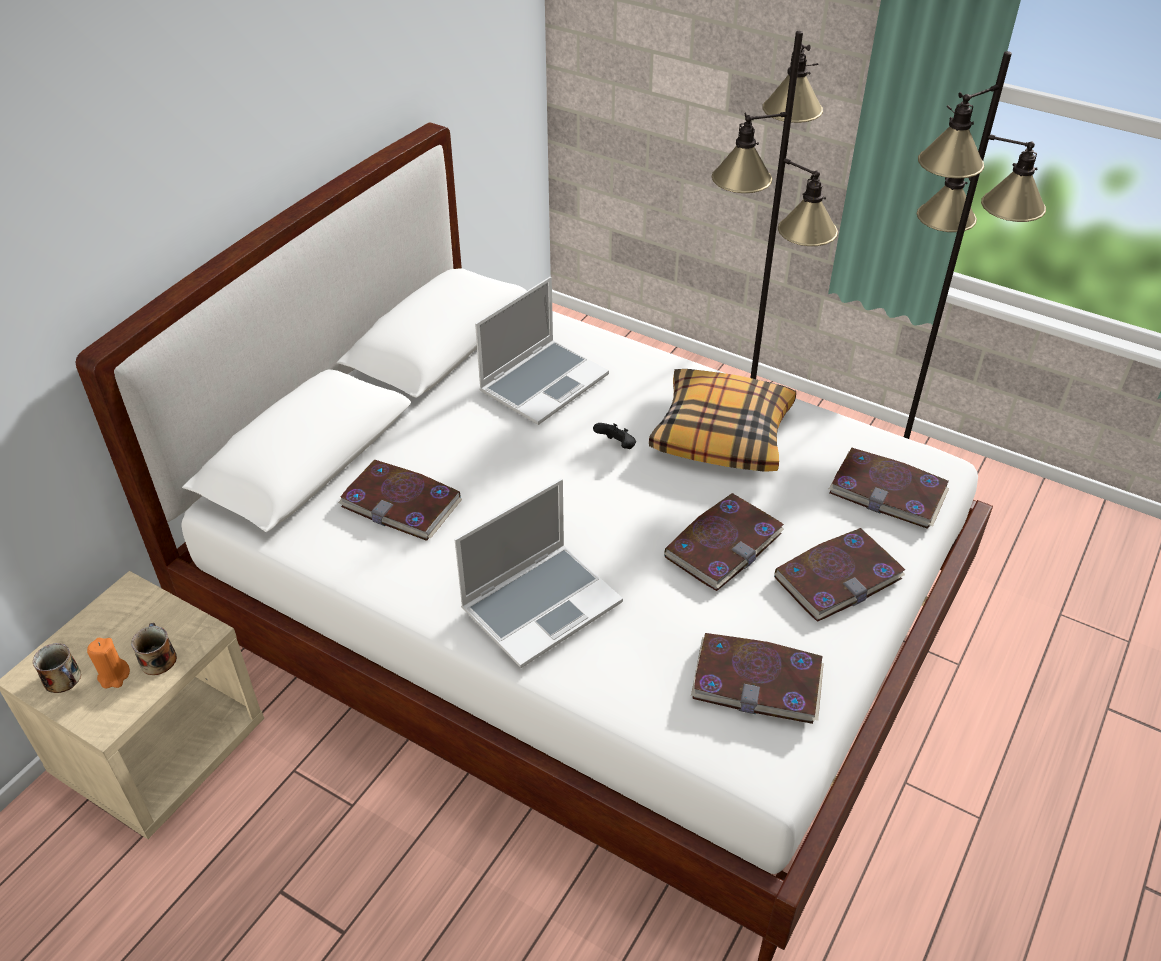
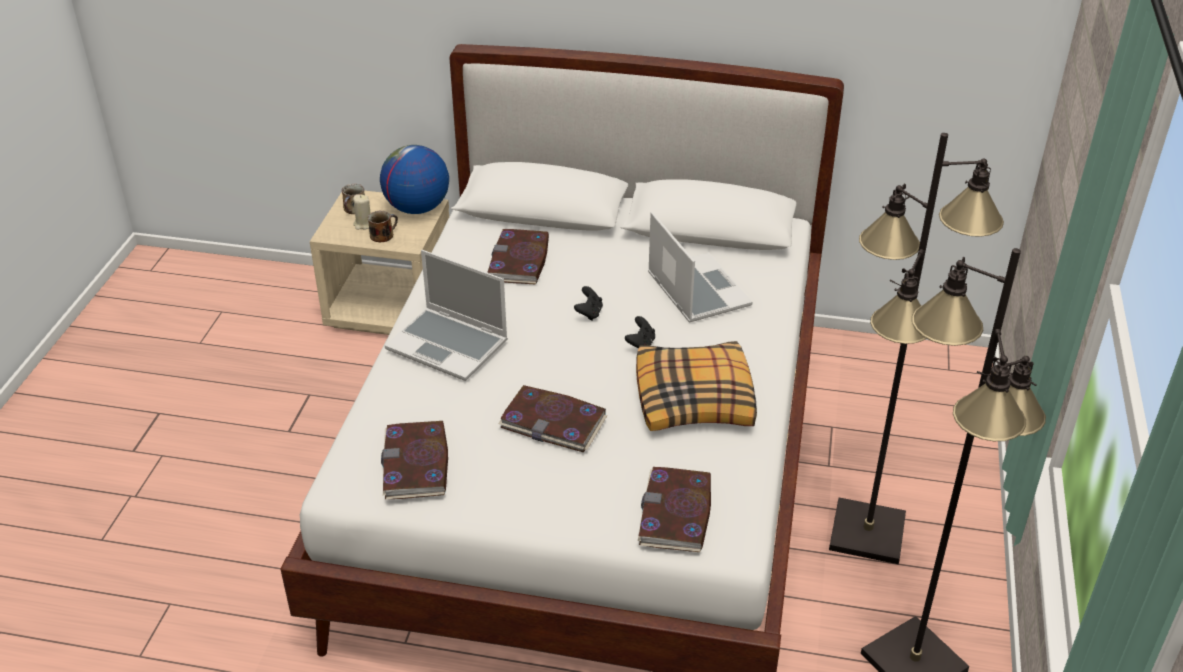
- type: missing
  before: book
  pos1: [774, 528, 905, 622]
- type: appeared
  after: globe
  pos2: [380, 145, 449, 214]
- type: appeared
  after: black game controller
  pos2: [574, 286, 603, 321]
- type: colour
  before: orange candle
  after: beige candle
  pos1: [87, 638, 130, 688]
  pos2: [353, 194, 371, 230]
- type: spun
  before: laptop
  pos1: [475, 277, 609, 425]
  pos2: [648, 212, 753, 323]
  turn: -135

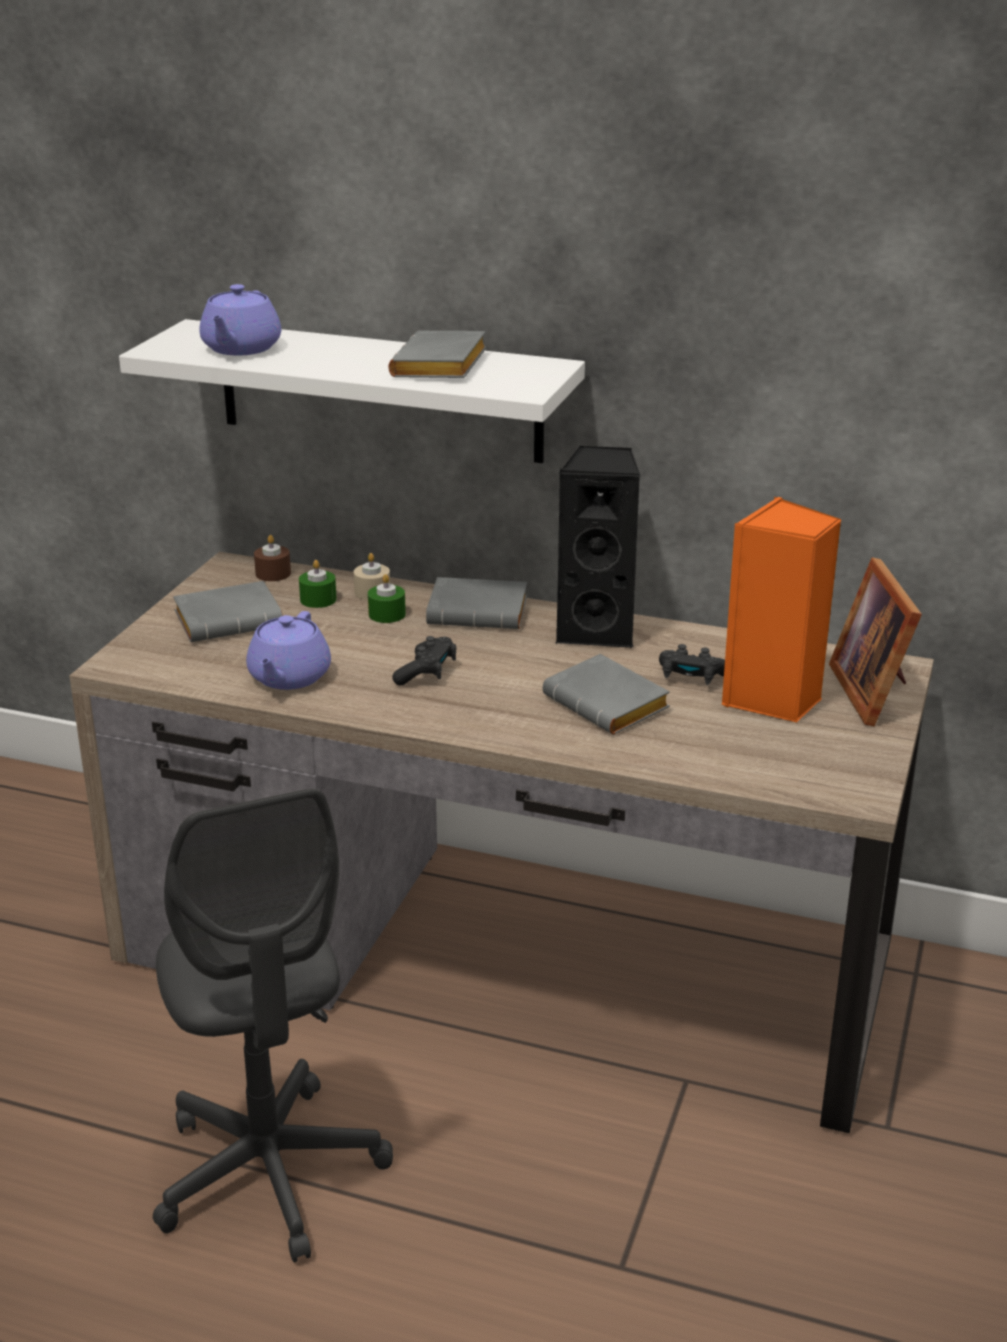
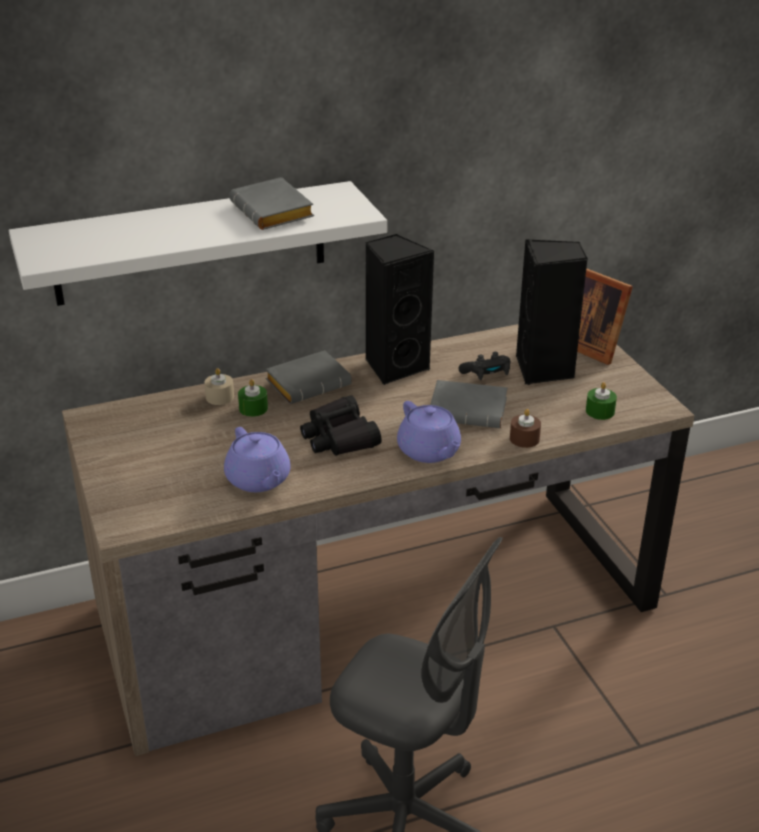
- type: missing
  before: grey book
  pos1: [173, 581, 283, 642]
- type: relocated
  before: purple teapot
  pos1: [199, 284, 281, 355]
  pos2: [397, 401, 461, 463]
- type: relocated
  before: brown candle
  pos1: [254, 535, 291, 581]
  pos2: [510, 409, 541, 448]
- type: relocated
  before: green candle
  pos1: [299, 560, 337, 608]
  pos2: [586, 382, 617, 420]
- type: exchanged
  before: black game controller
  after: black binoculars
  pos1: [393, 636, 457, 686]
  pos2: [300, 396, 381, 456]
- type: colour
  before: orange speaker
  after: black speaker
  pos1: [721, 497, 841, 722]
  pos2: [516, 239, 588, 385]

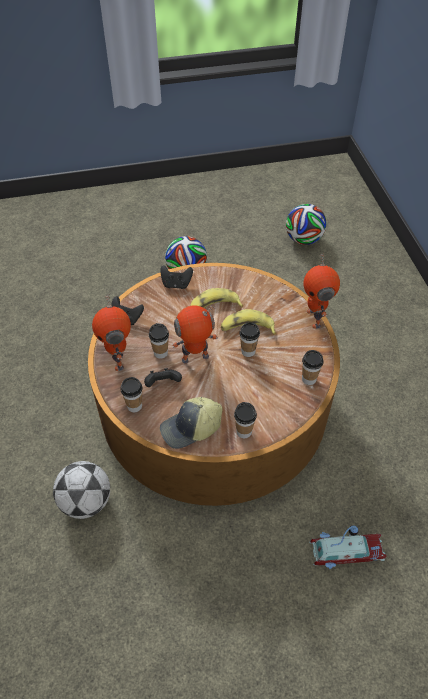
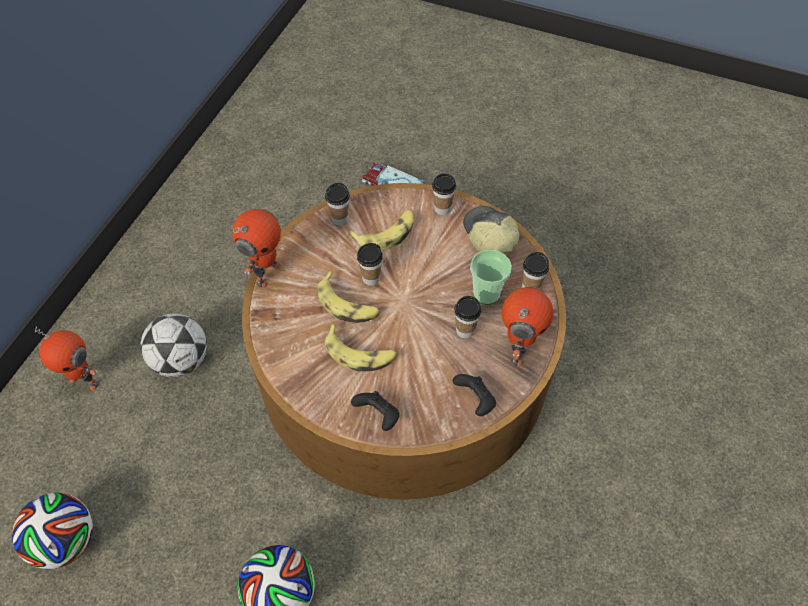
- type: appeared
  after: banana
  pos2: [349, 210, 414, 250]
- type: relocated
  before: football
  pos1: [53, 461, 110, 519]
  pos2: [140, 313, 207, 377]
- type: relocated
  before: toy robot
  pos1: [172, 305, 218, 364]
  pos2: [35, 326, 99, 390]
- type: exchanged
  before: black game controller
  after: cup
  pos1: [144, 368, 182, 387]
  pos2: [470, 250, 512, 305]
- type: spun
  before: cap
  pos1: [160, 397, 223, 449]
  pos2: [463, 206, 519, 256]
  turn: -120

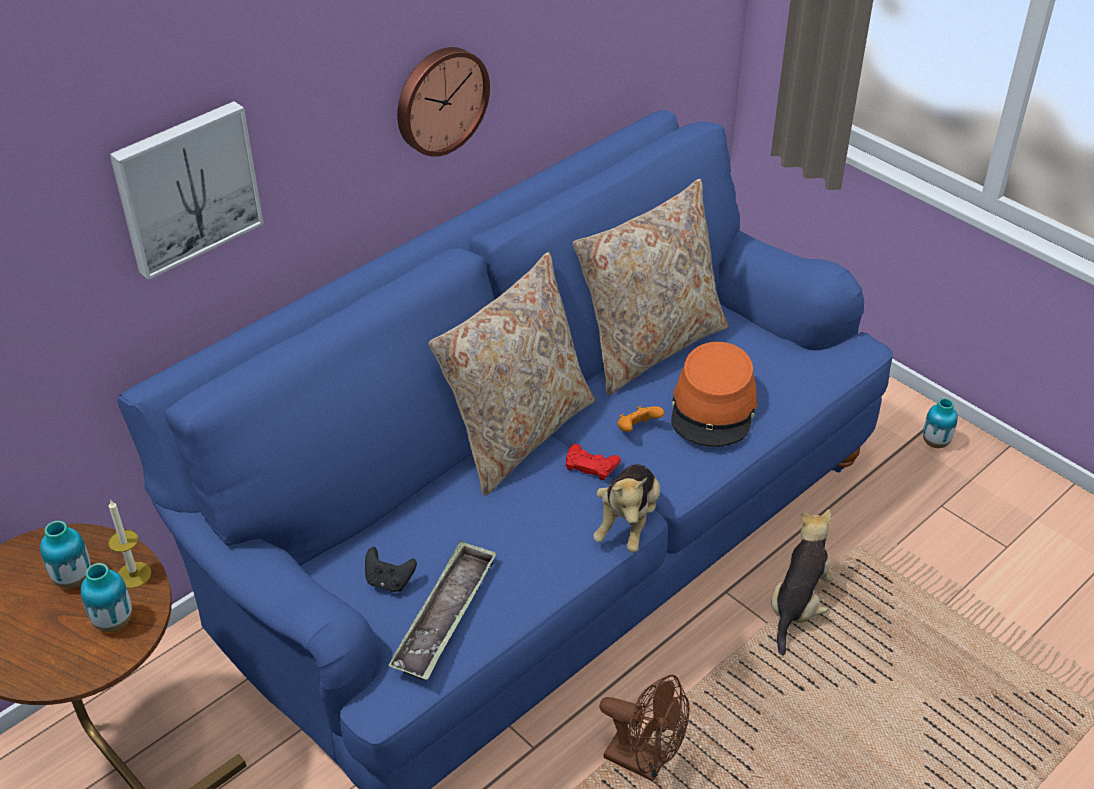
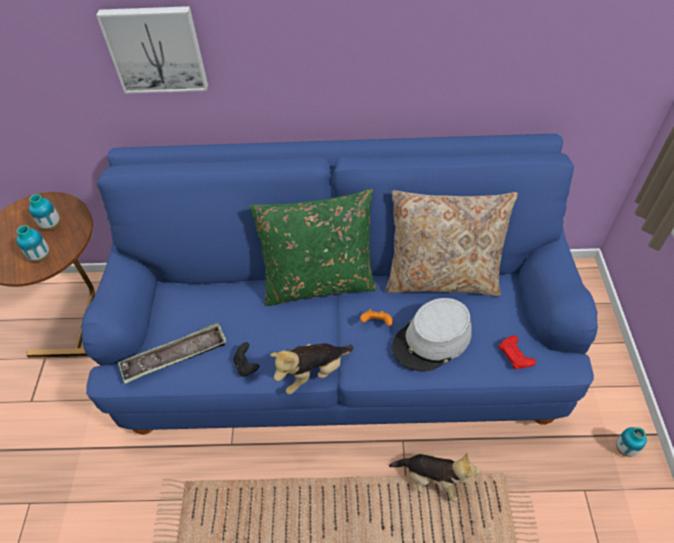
- type: missing
  before: candle
  pos1: [108, 499, 151, 588]
- type: missing
  before: wall clock
  pos1: [397, 47, 490, 157]
- type: missing
  before: brown fan
  pos1: [599, 675, 689, 782]
- type: relocated
  before: black game controller
  pos1: [365, 547, 417, 592]
  pos2: [233, 342, 260, 376]
- type: relocated
  before: red game controller
  pos1: [565, 444, 621, 480]
  pos2: [499, 335, 536, 369]
- type: colour
  before: beige pillow
  after: green pillow
  pos1: [429, 252, 595, 496]
  pos2: [249, 189, 377, 306]
- type: colour
  before: orange hat
  after: grey hat
  pos1: [671, 342, 757, 447]
  pos2: [392, 298, 472, 372]
- type: spun
  before: plush toy
  pos1: [771, 509, 834, 656]
  pos2: [389, 453, 480, 502]
  turn: 45

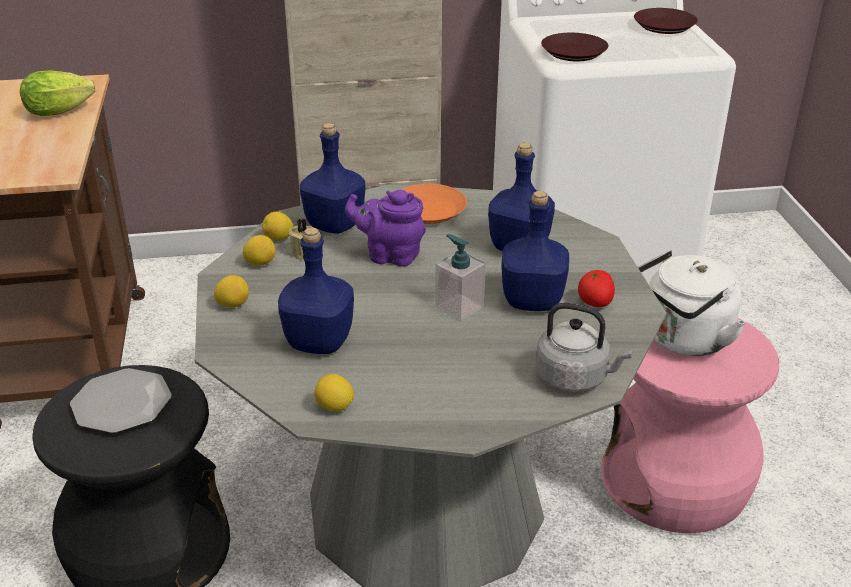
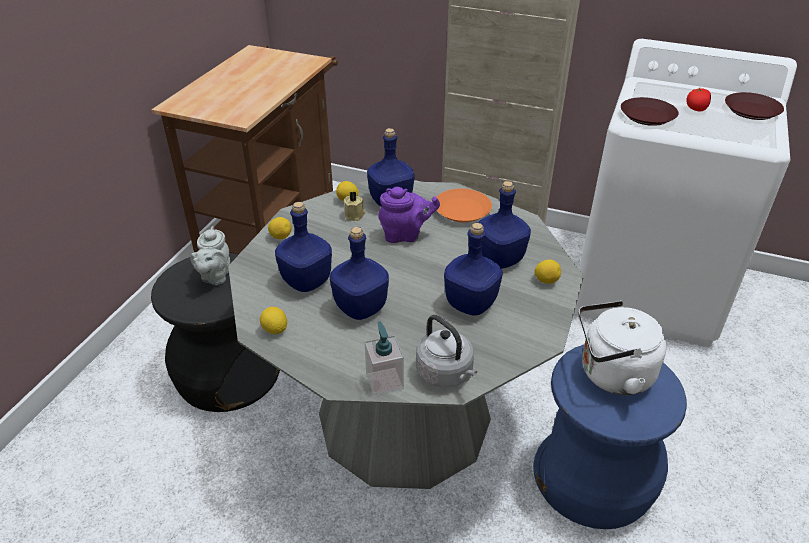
- type: missing
  before: lettuce
  pos1: [20, 70, 95, 116]
- type: appeared
  after: blue bottle
  pos2: [330, 227, 389, 320]
- type: relocated
  before: lemon
  pos1: [243, 235, 275, 266]
  pos2: [534, 260, 561, 284]
- type: relocated
  before: soap dispenser
  pos1: [435, 234, 486, 321]
  pos2: [365, 321, 404, 396]
- type: relocated
  before: tomato
  pos1: [578, 270, 615, 307]
  pos2: [686, 88, 711, 112]
- type: exchanged
  before: plate
  after: grey teapot
  pos1: [70, 368, 172, 433]
  pos2: [190, 226, 230, 285]
- type: colour
  before: pink stool
  after: blue stool
  pos1: [601, 318, 779, 533]
  pos2: [533, 344, 687, 529]
- type: spun
  before: purple teapot
  pos1: [345, 190, 426, 267]
  pos2: [378, 187, 440, 243]
  turn: 135

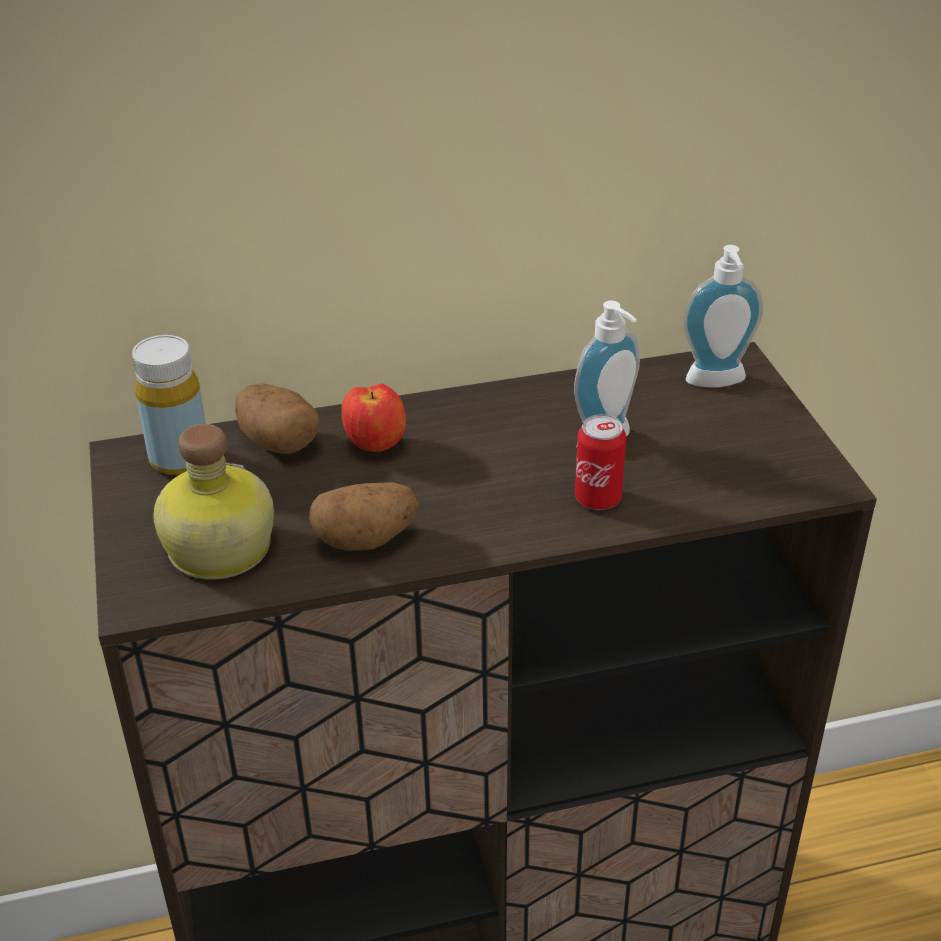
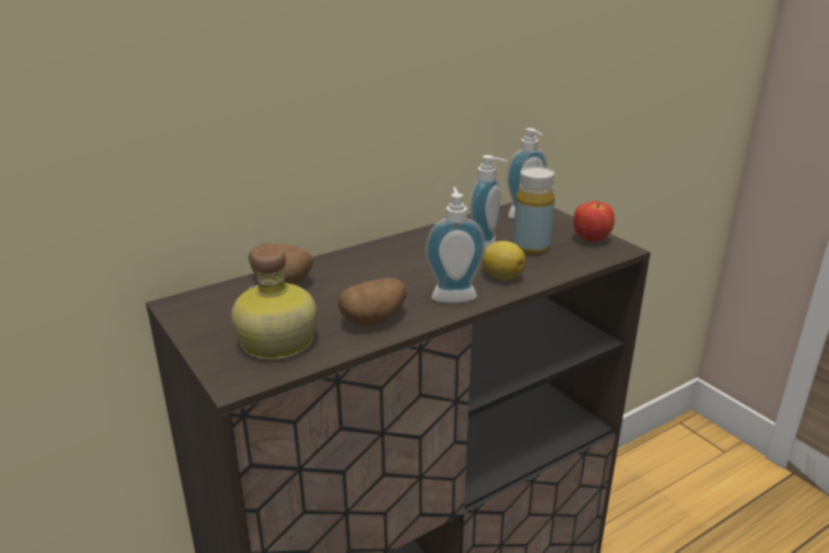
- type: appeared
  after: soap dispenser
  pos2: [425, 187, 486, 304]
- type: relocated
  before: yellow bottle
  pos1: [132, 335, 206, 475]
  pos2: [513, 167, 555, 255]
- type: relocated
  before: apple
  pos1: [341, 383, 406, 452]
  pos2: [574, 201, 615, 242]
- type: exchanged
  before: can
  after: lemon
  pos1: [575, 414, 626, 510]
  pos2: [482, 241, 526, 280]

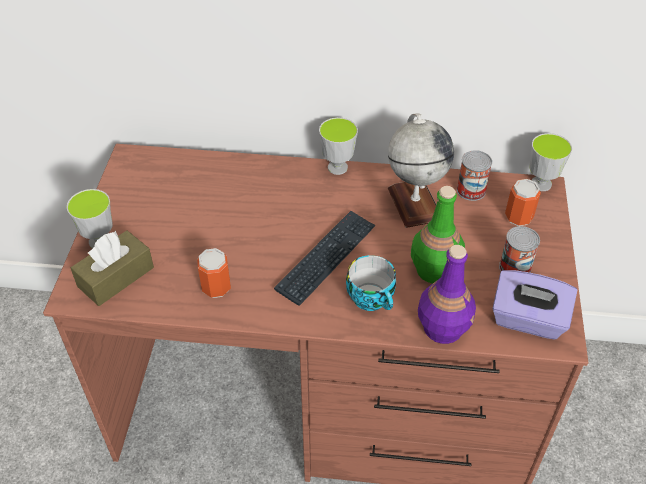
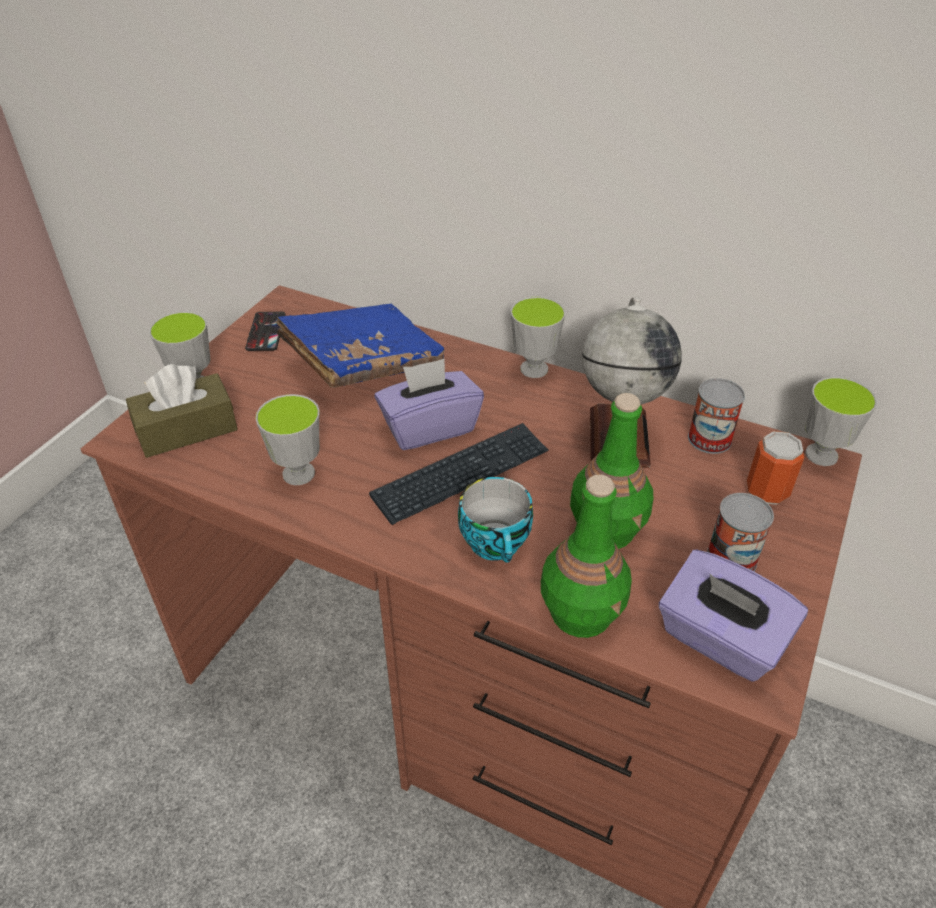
- type: appeared
  after: phone
  pos2: [245, 312, 286, 351]
- type: appeared
  after: blue book
  pos2: [275, 304, 444, 388]
- type: appeared
  after: purple tissue box
  pos2: [374, 359, 484, 450]
- type: exchanged
  before: can
  after: cup
  pos1: [197, 248, 231, 298]
  pos2: [256, 394, 320, 485]
- type: colour
  before: purple bottle
  after: green bottle
  pos1: [418, 245, 476, 344]
  pos2: [541, 475, 632, 638]

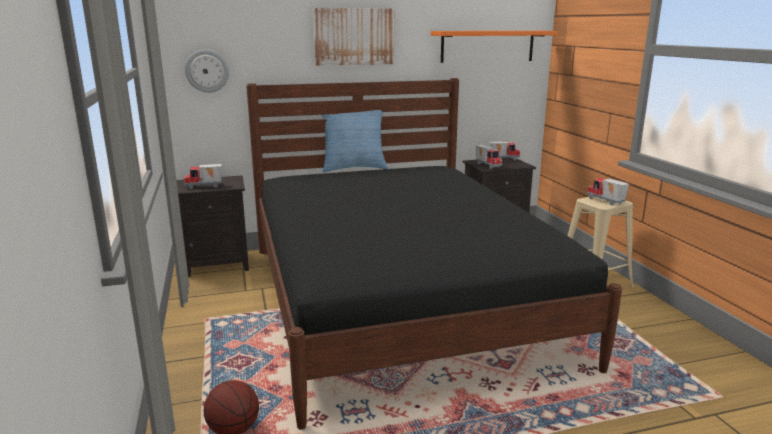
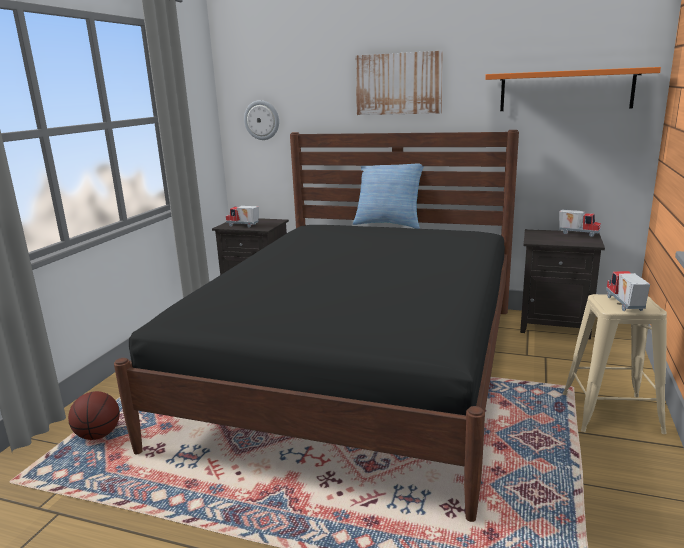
- type: missing
  before: toy truck
  pos1: [476, 145, 502, 169]

